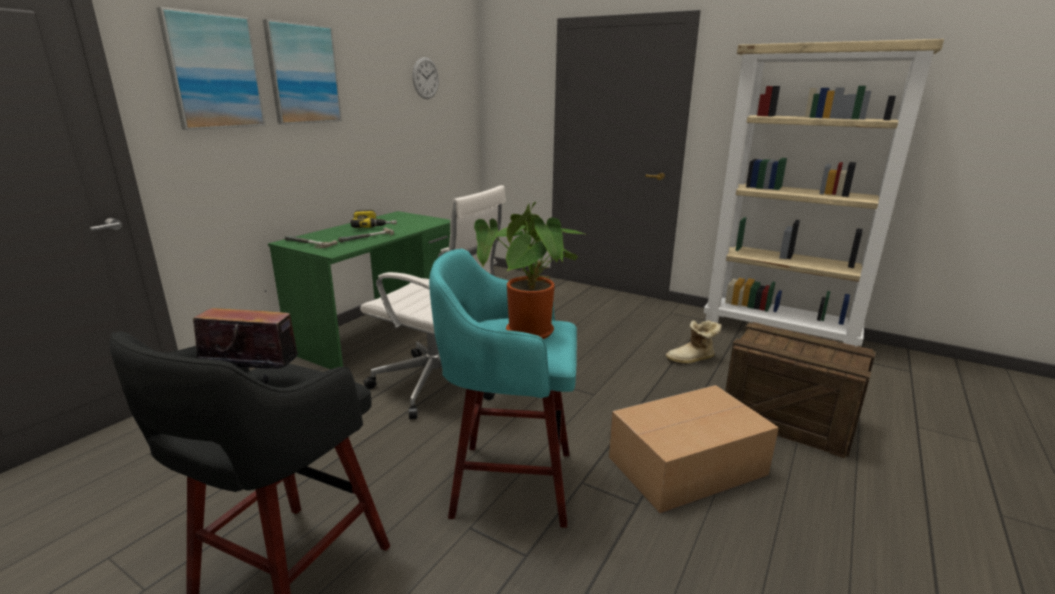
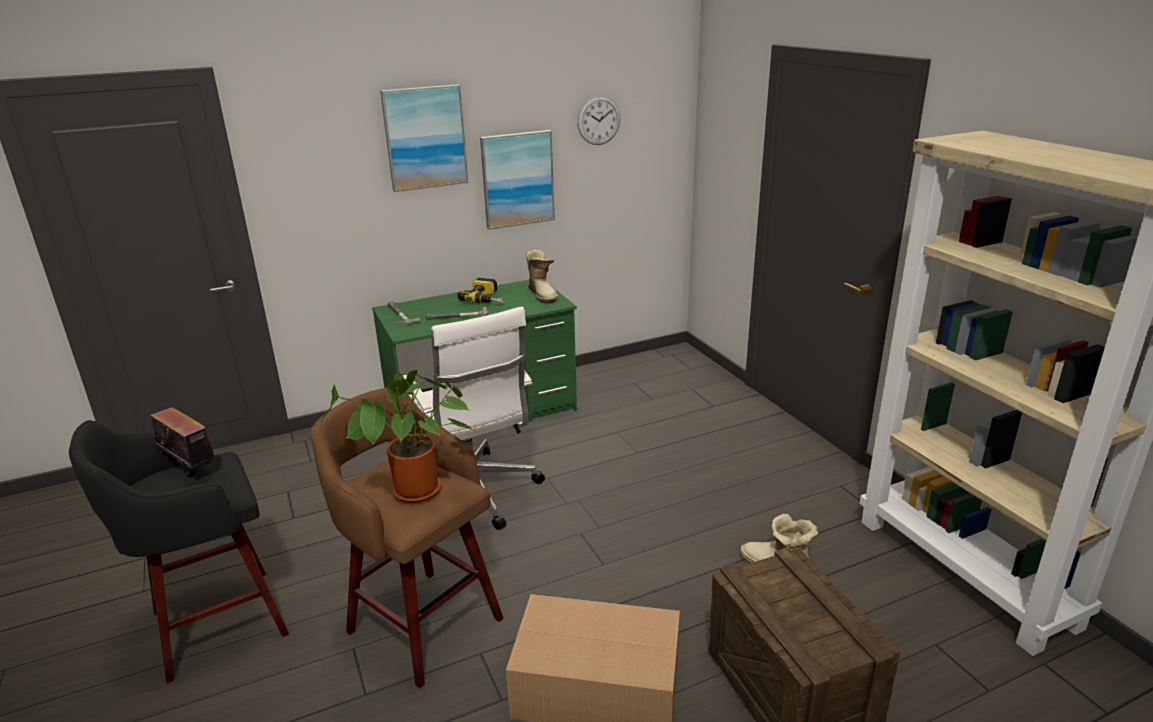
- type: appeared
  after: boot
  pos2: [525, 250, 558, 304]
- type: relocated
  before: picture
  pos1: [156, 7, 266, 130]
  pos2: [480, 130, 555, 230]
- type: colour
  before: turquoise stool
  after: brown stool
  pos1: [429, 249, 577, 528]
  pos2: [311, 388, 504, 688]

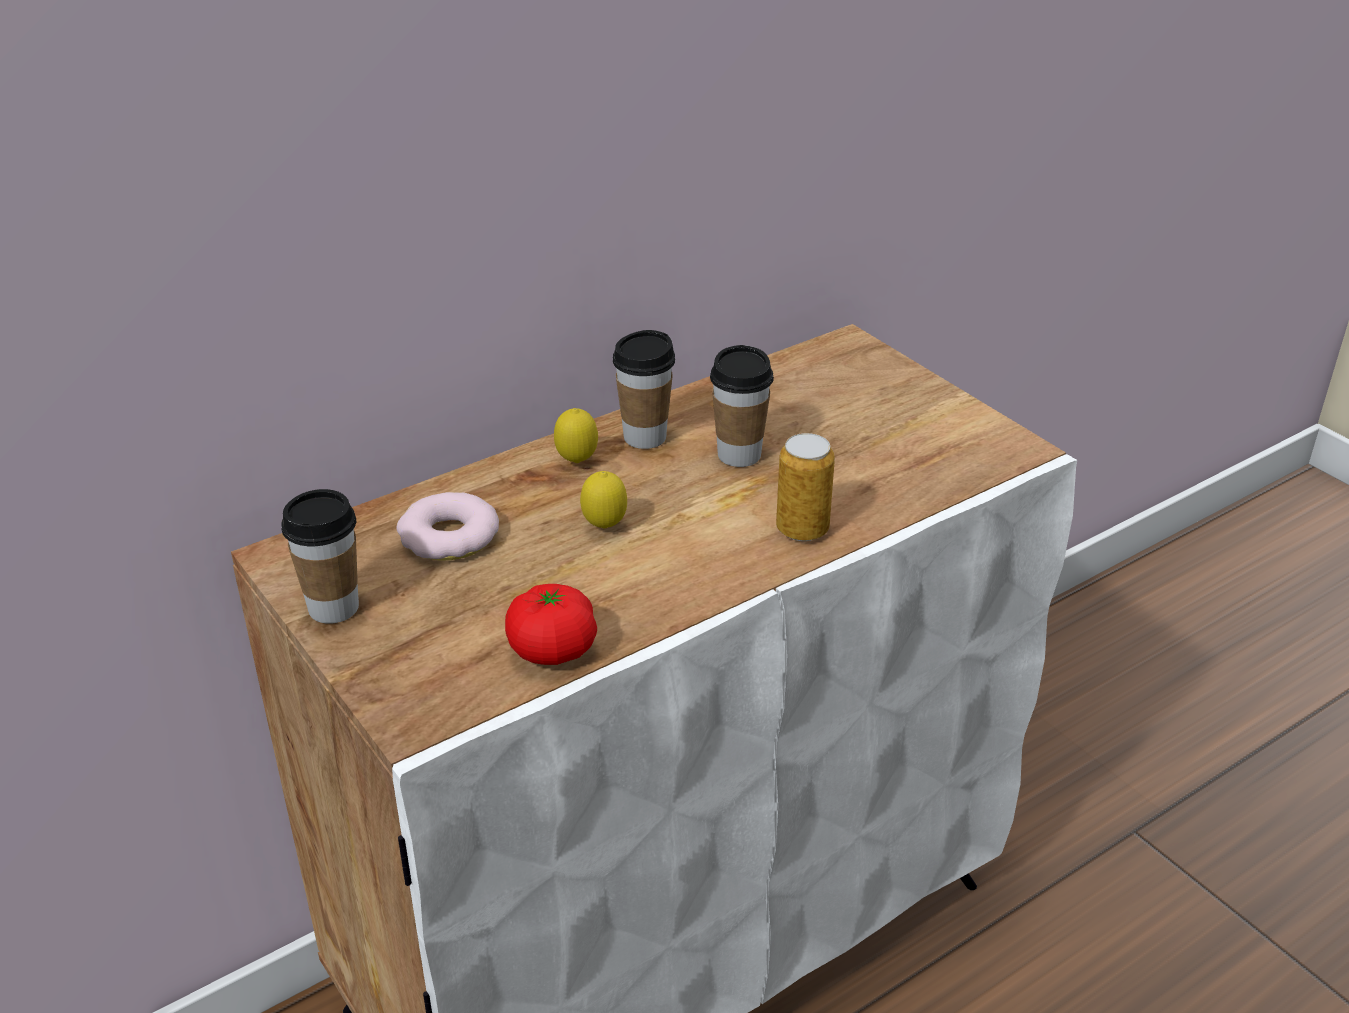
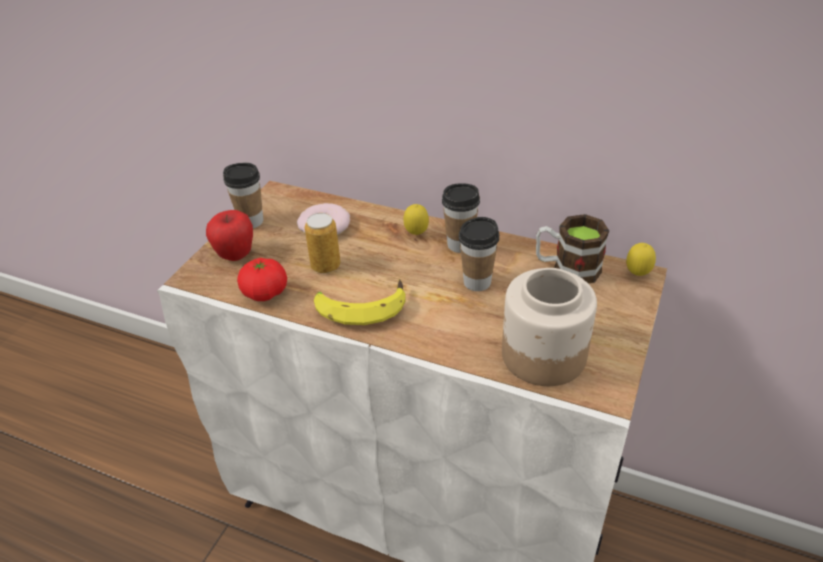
- type: appeared
  after: apple
  pos2: [206, 210, 253, 261]
- type: appeared
  after: banana
  pos2: [314, 279, 406, 325]
- type: appeared
  after: jar
  pos2: [502, 268, 597, 386]
- type: appeared
  after: mug
  pos2: [536, 214, 609, 284]
- type: relocated
  before: lemon
  pos1: [580, 471, 627, 529]
  pos2: [626, 243, 656, 276]
- type: relocated
  before: can
  pos1: [776, 433, 835, 541]
  pos2: [305, 213, 341, 273]

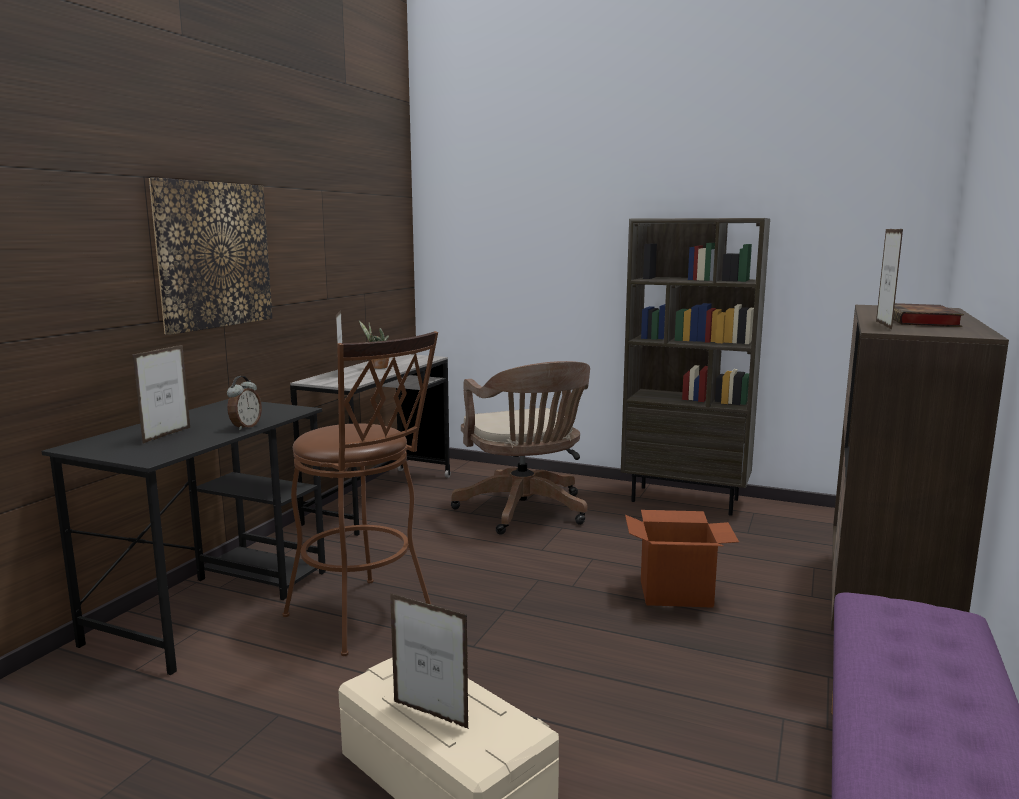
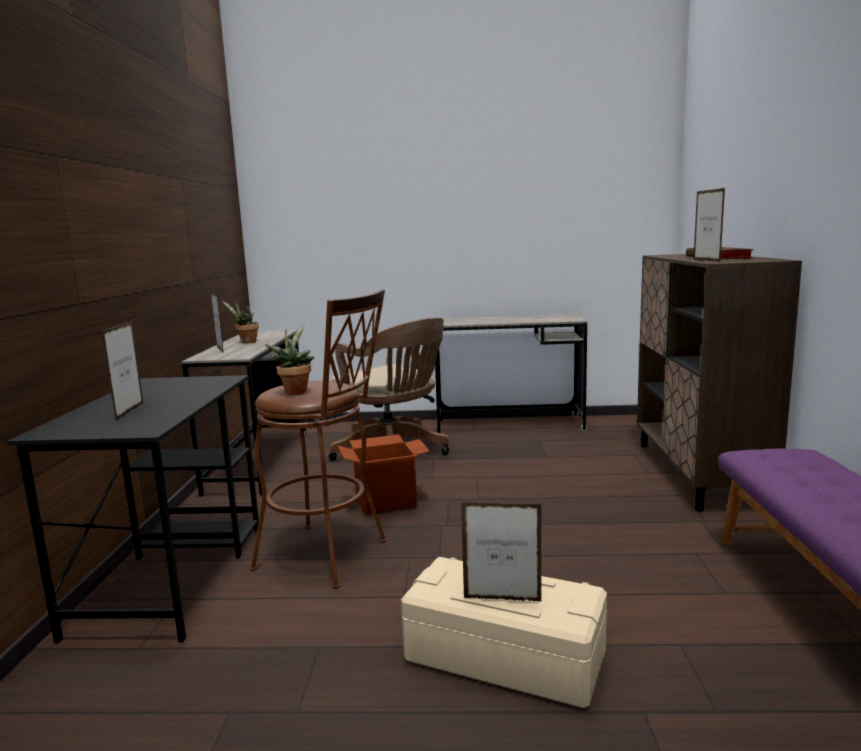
- type: missing
  before: picture
  pos1: [149, 178, 272, 335]
- type: missing
  before: alarm clock
  pos1: [227, 376, 262, 431]
- type: appeared
  after: potted plant
  pos2: [264, 325, 314, 395]
- type: relocated
  before: cardboard box
  pos1: [625, 510, 739, 608]
  pos2: [338, 434, 430, 515]
- type: exchanged
  before: brown bookcase
  after: grey desk
  pos1: [621, 218, 770, 516]
  pos2: [435, 314, 588, 433]

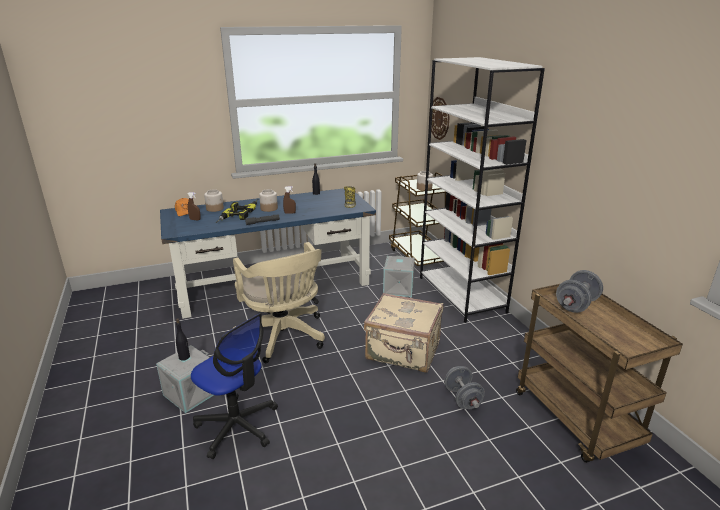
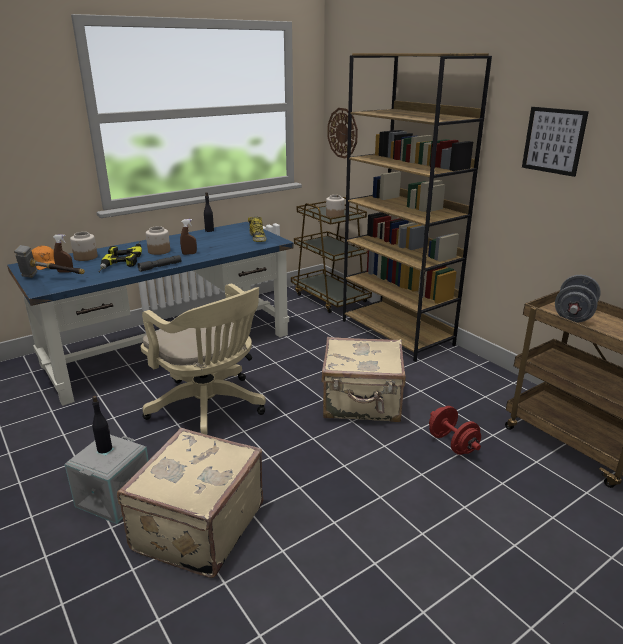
- type: missing
  before: grey storage box
  pos1: [383, 256, 415, 297]
- type: appeared
  after: hammer
  pos2: [14, 245, 85, 278]
- type: appeared
  after: picture
  pos2: [522, 107, 589, 177]
- type: exchanged
  before: office chair
  after: beige suitcase
  pos1: [191, 313, 278, 459]
  pos2: [117, 428, 263, 578]
- type: colour
  before: white bookcase
  after: brown bookcase
  pos1: [420, 57, 545, 323]
  pos2: [343, 53, 492, 362]
- type: colour
  before: grey dumbbell
  after: red dumbbell
  pos1: [444, 366, 485, 409]
  pos2: [429, 406, 481, 455]

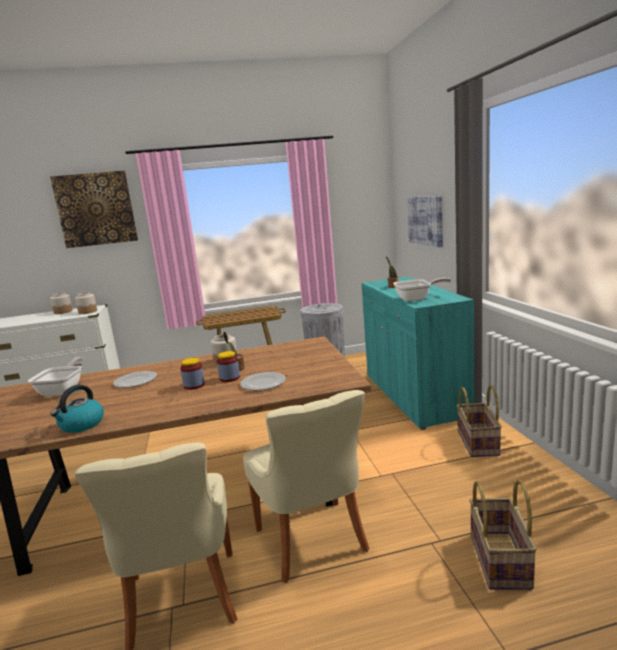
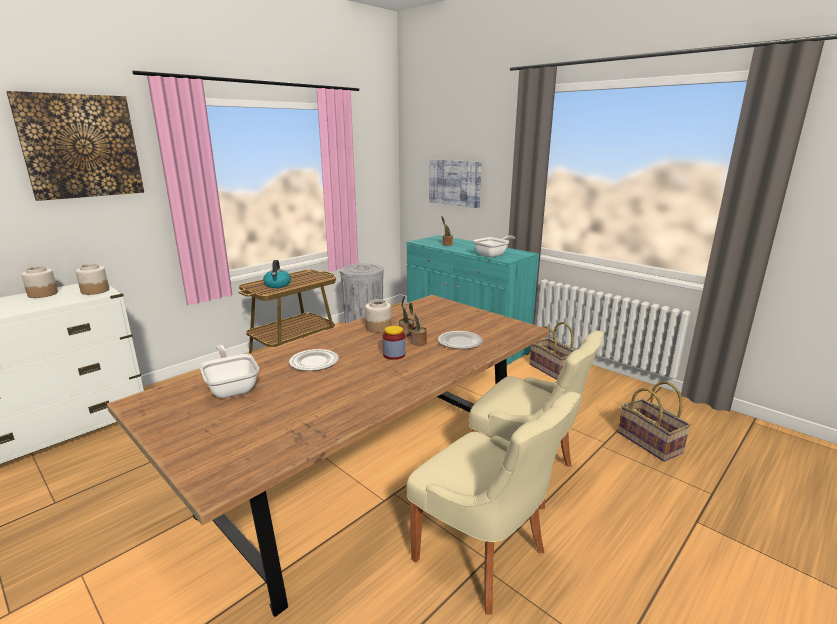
- type: relocated
  before: kettle
  pos1: [50, 385, 104, 433]
  pos2: [263, 260, 291, 288]
- type: exchanged
  before: jar
  after: potted plant
  pos1: [217, 351, 240, 382]
  pos2: [409, 303, 427, 346]

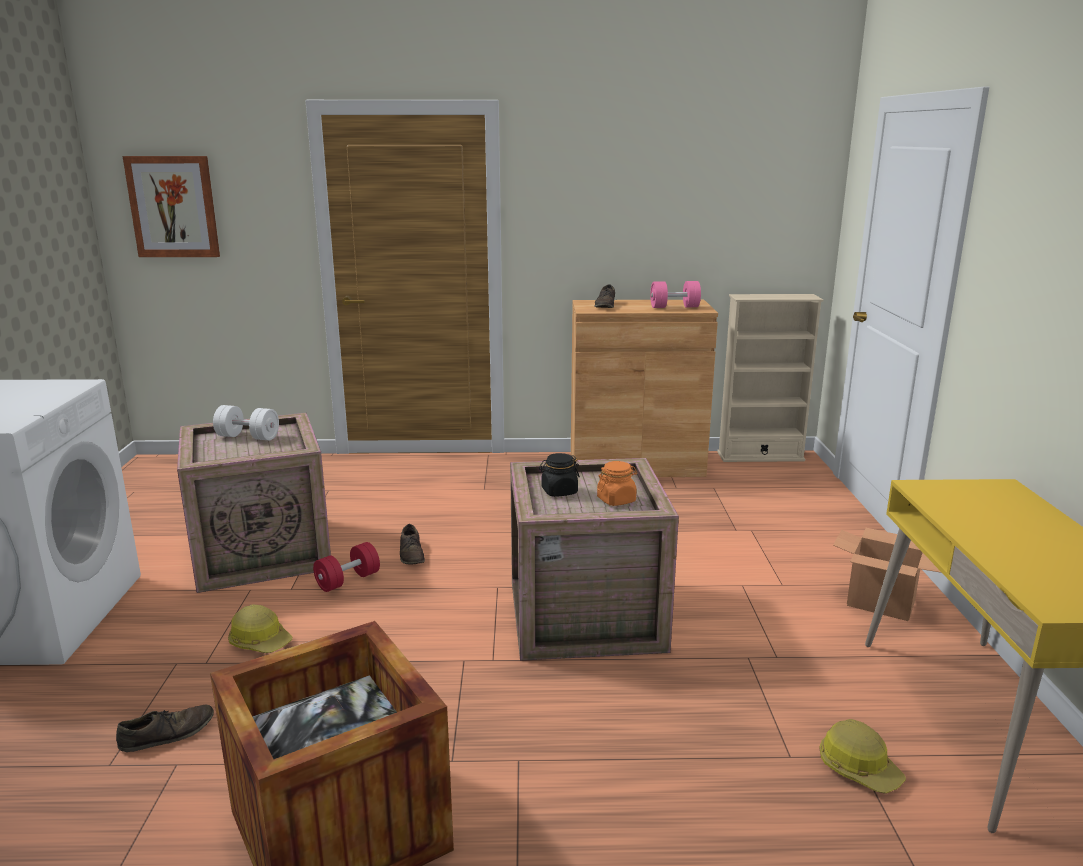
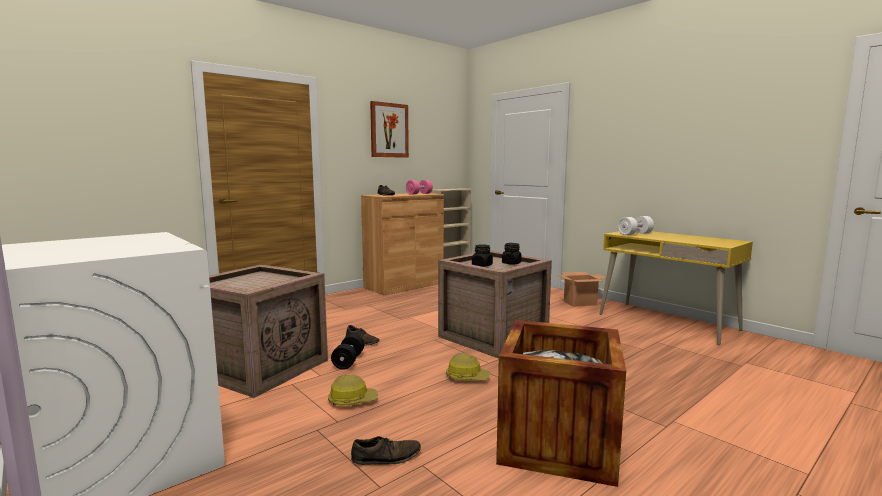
- type: relocated
  before: picture
  pos1: [123, 156, 220, 257]
  pos2: [370, 101, 409, 158]
- type: relocated
  before: white dumbbell
  pos1: [213, 405, 279, 440]
  pos2: [618, 216, 654, 235]
- type: relocated
  before: hard hat
  pos1: [819, 719, 906, 793]
  pos2: [446, 353, 490, 380]
- type: colour
  before: red dumbbell
  after: black dumbbell
  pos1: [313, 542, 380, 592]
  pos2: [331, 333, 364, 370]
- type: colour
  before: orange jar
  after: black jar
  pos1: [597, 461, 637, 506]
  pos2: [502, 243, 522, 265]
- type: spun
  before: brown shoe
  pos1: [116, 705, 214, 752]
  pos2: [351, 436, 421, 465]
  turn: 60

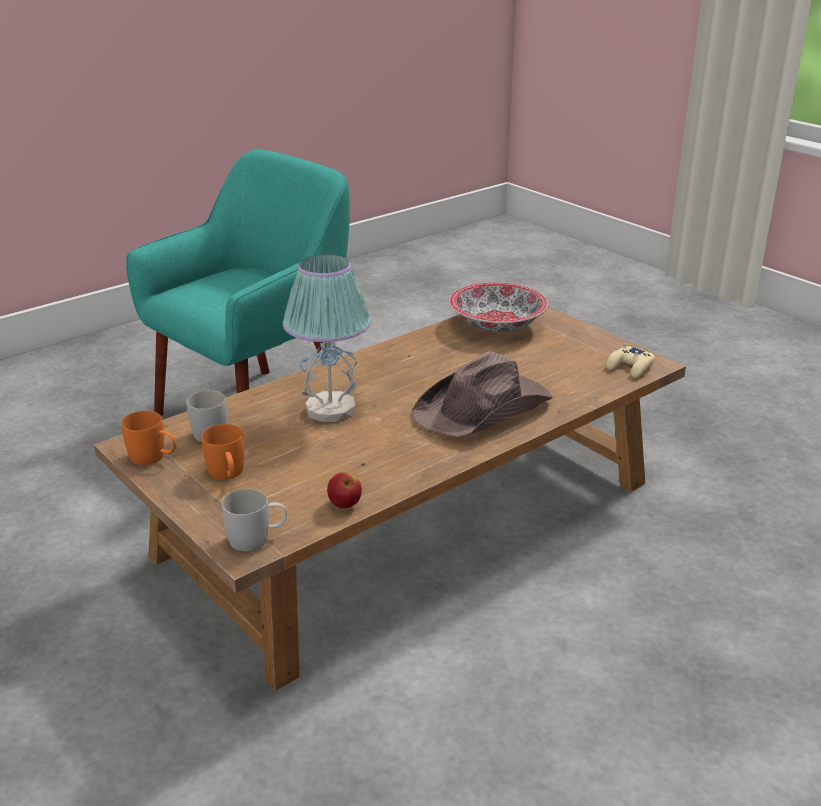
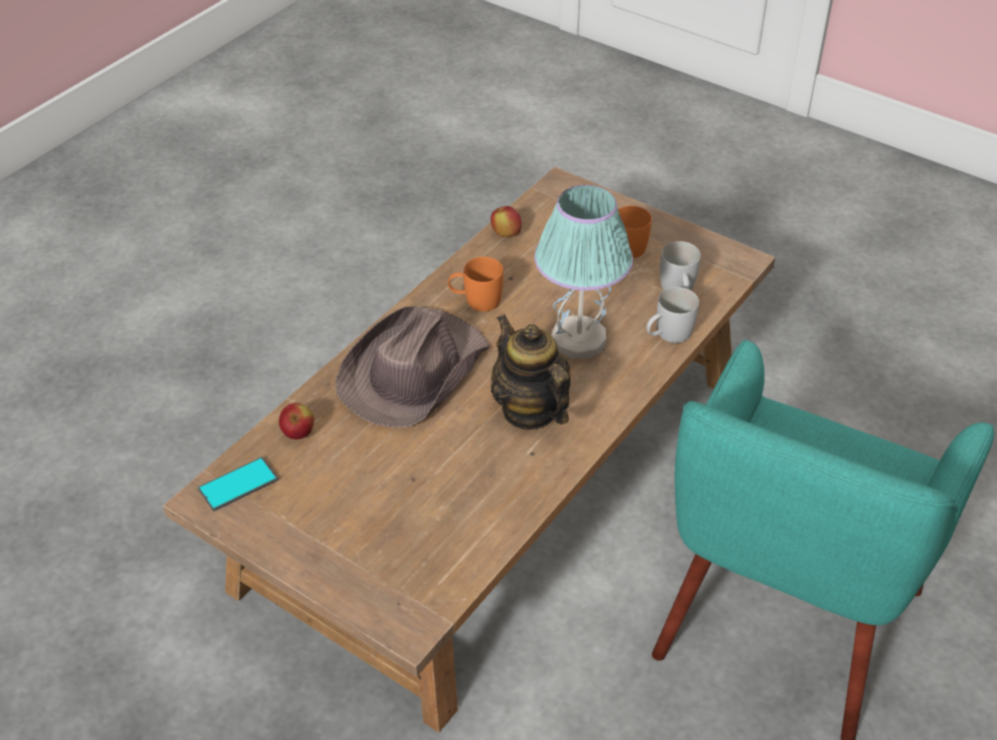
- type: missing
  before: bowl
  pos1: [449, 282, 548, 333]
- type: appeared
  after: apple
  pos2: [279, 403, 314, 439]
- type: appeared
  after: teapot
  pos2: [491, 314, 571, 430]
- type: relocated
  before: orange mug
  pos1: [121, 411, 176, 465]
  pos2: [448, 257, 504, 311]
- type: relocated
  before: white mug
  pos1: [222, 489, 287, 551]
  pos2: [646, 287, 699, 343]
- type: exchanged
  before: beige game controller
  after: phone
  pos1: [606, 343, 655, 378]
  pos2: [198, 457, 278, 511]

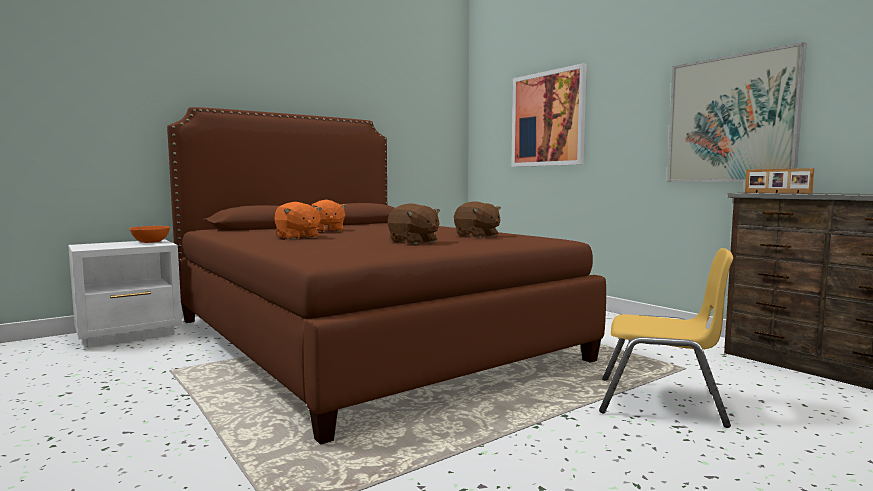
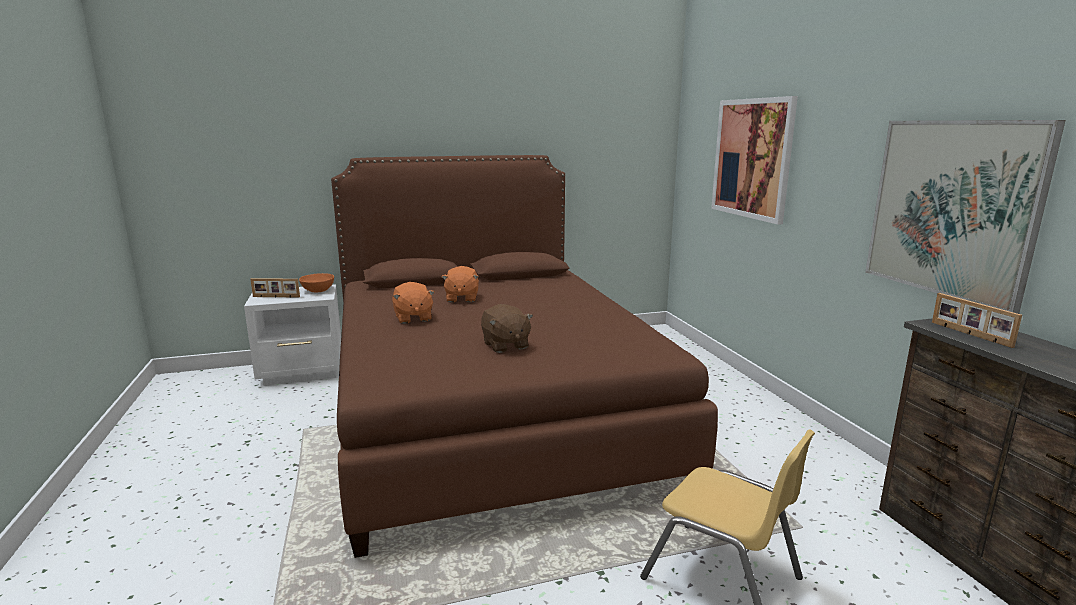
- type: missing
  before: brown plush toy
  pos1: [454, 201, 501, 238]
- type: appeared
  after: picture frame
  pos2: [250, 278, 300, 298]

